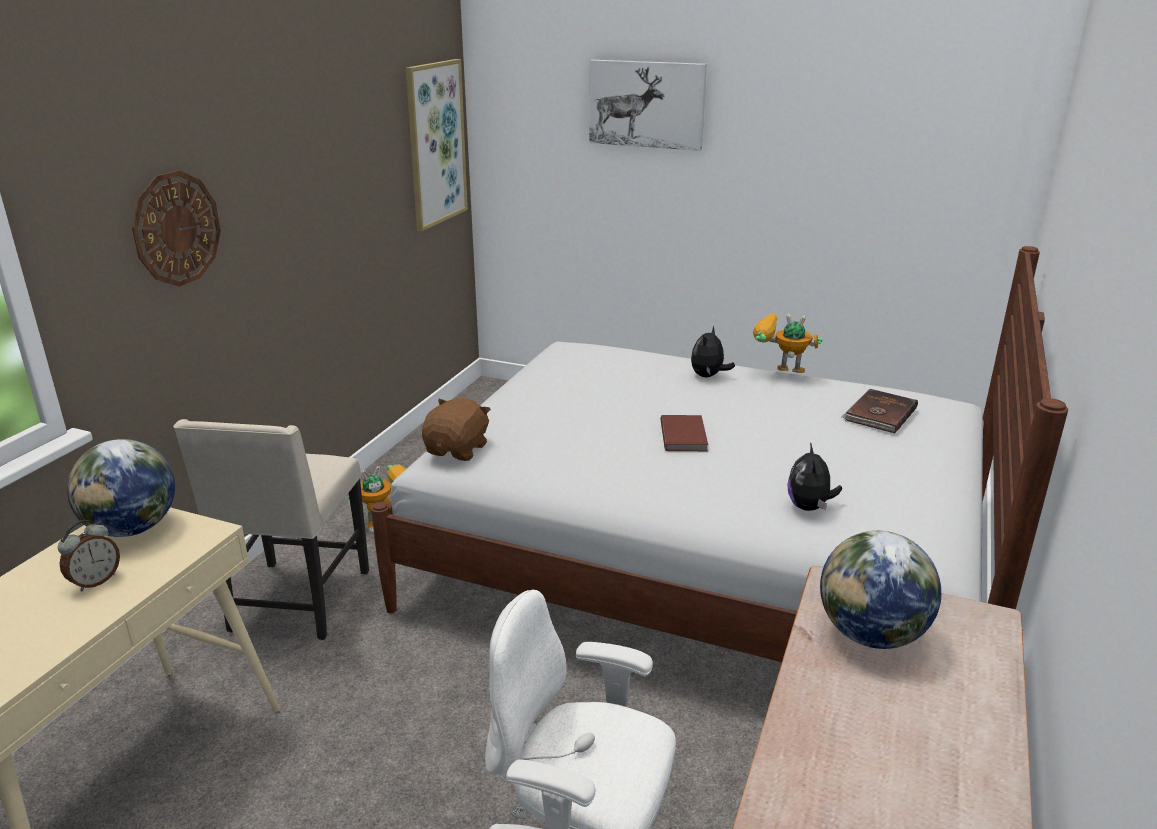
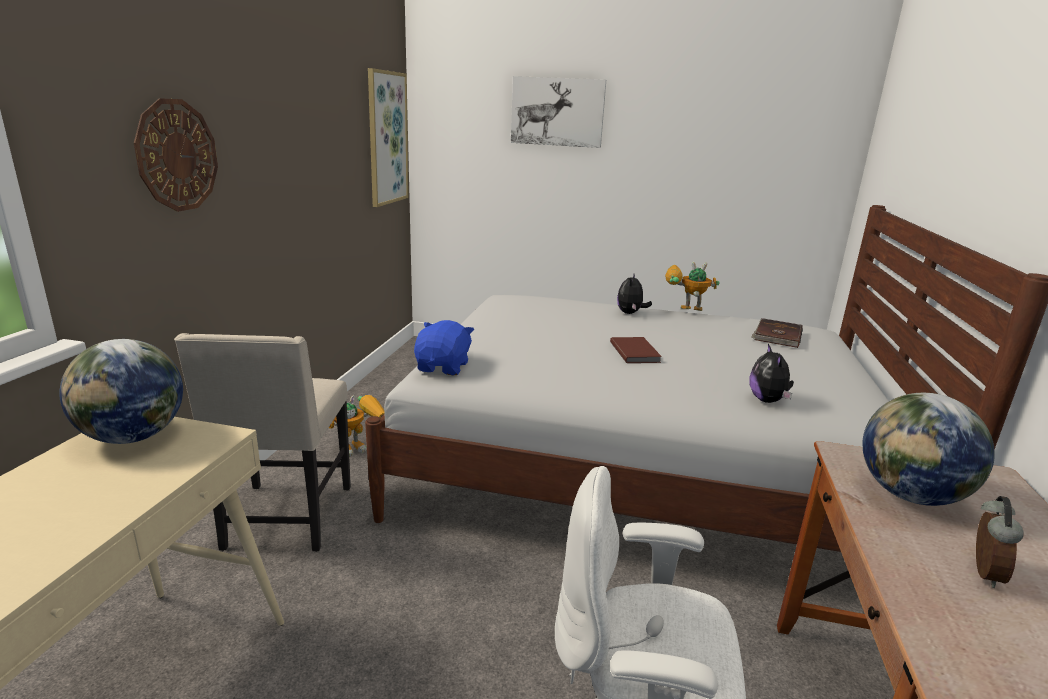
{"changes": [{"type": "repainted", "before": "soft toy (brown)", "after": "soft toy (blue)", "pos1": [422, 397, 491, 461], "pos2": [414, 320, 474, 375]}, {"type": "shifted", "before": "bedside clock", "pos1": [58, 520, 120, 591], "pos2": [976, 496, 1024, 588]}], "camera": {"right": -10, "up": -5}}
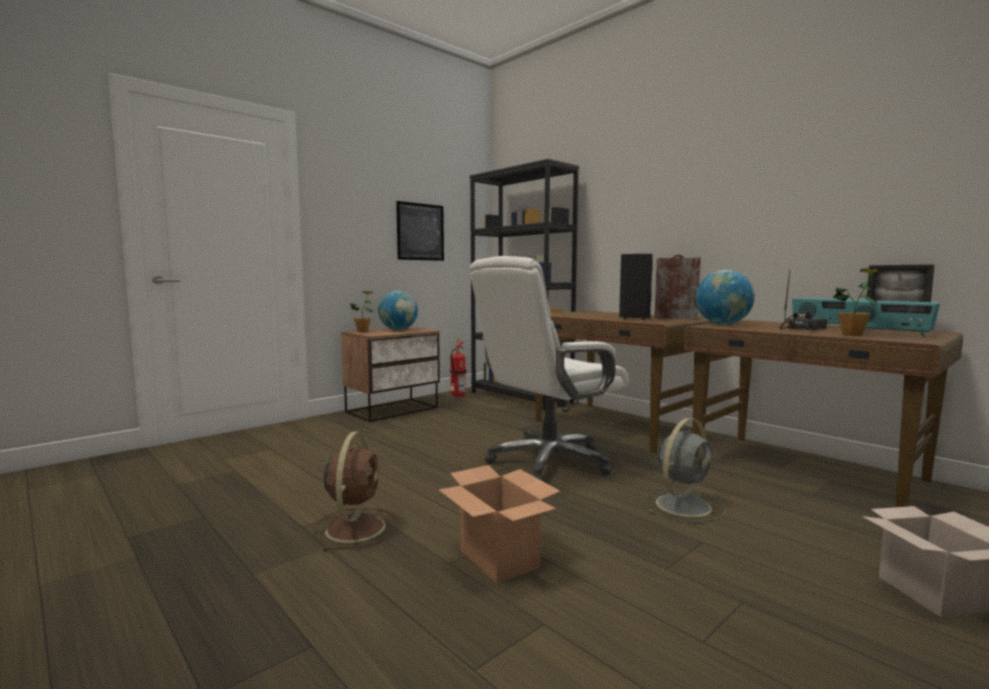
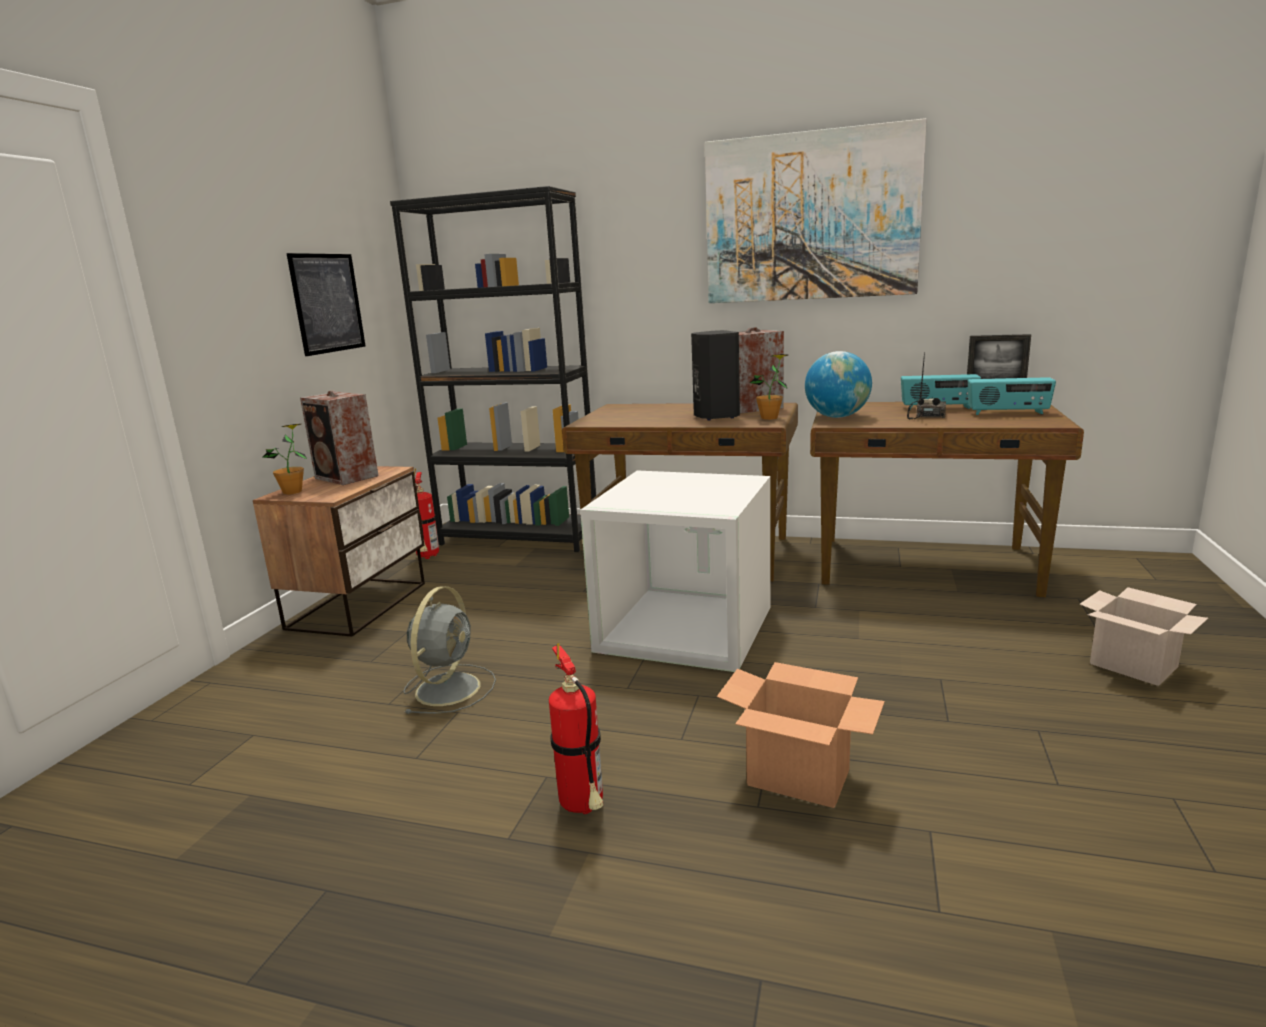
{"changes": [{"type": "swapped", "before": "computer chair (white)", "after": "storage bin (white)", "pos1": [470, 256, 628, 481], "pos2": [580, 471, 771, 672]}, {"type": "shifted", "before": "houseplant", "pos1": [833, 268, 882, 336], "pos2": [750, 354, 788, 420]}, {"type": "swapped", "before": "world globe", "after": "loudspeaker", "pos1": [378, 291, 418, 330], "pos2": [300, 391, 379, 485]}, {"type": "shifted", "before": "cooling fan (greyish)", "pos1": [647, 418, 726, 523], "pos2": [403, 587, 496, 714]}, {"type": "swapped", "before": "cooling fan (brown)", "after": "fire-fighting cylinder", "pos1": [314, 432, 398, 551], "pos2": [549, 643, 604, 814]}, {"type": "new", "after": "picture", "pos2": [705, 118, 927, 303]}], "camera": {"right": -30, "up": 10}}
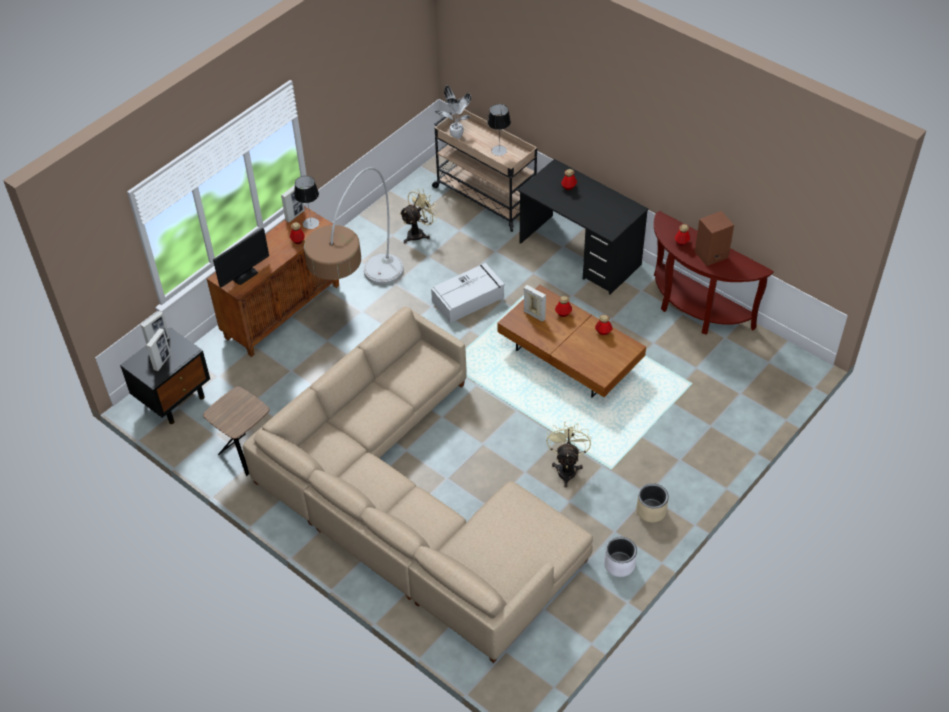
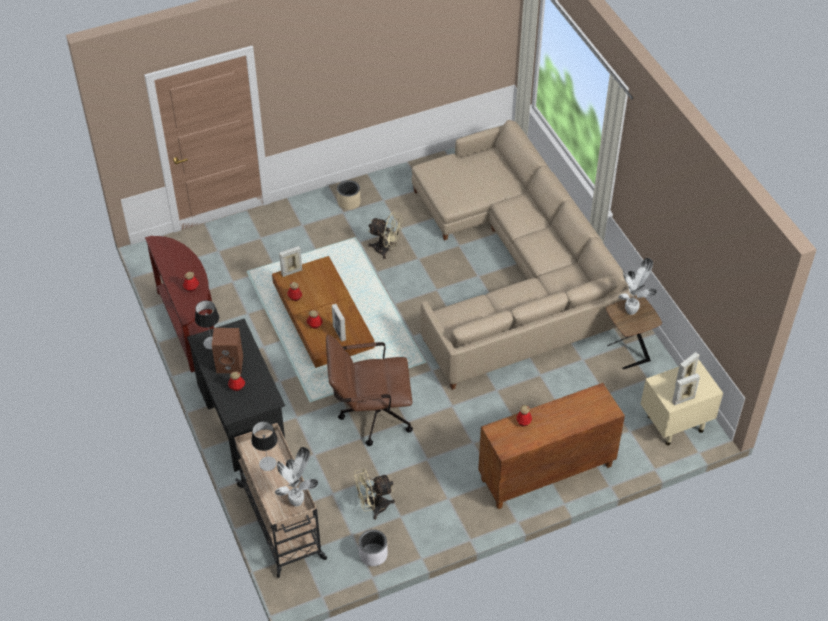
{"changes": [{"type": "gone", "before": "standard lamp", "pos1": [304, 167, 404, 285]}, {"type": "shifted", "before": "tabletop lamp", "pos1": [294, 176, 319, 229], "pos2": [195, 300, 219, 349]}, {"type": "shifted", "before": "standing frame", "pos1": [281, 185, 305, 223], "pos2": [279, 246, 302, 277]}, {"type": "shifted", "before": "loudspeaker (brown)", "pos1": [695, 211, 734, 266], "pos2": [212, 328, 243, 373]}, {"type": "gone", "before": "monitor", "pos1": [213, 228, 269, 287]}, {"type": "swapped", "before": "storage bin (greyish)", "after": "computer chair (brown)", "pos1": [431, 263, 505, 323], "pos2": [326, 335, 413, 446]}, {"type": "repainted", "before": "nightstand (black)", "after": "nightstand (beige)", "pos1": [120, 327, 210, 424], "pos2": [641, 360, 723, 445]}, {"type": "rotated", "before": "cooling fan (beige)", "pos1": [546, 422, 591, 487], "pos2": [368, 212, 403, 259], "turn": -105}, {"type": "shifted", "before": "planter (white)", "pos1": [604, 537, 637, 577], "pos2": [359, 529, 388, 566]}, {"type": "new", "after": "houseplant", "pos2": [618, 258, 657, 315]}], "camera": {"right": -155, "up": 0}}
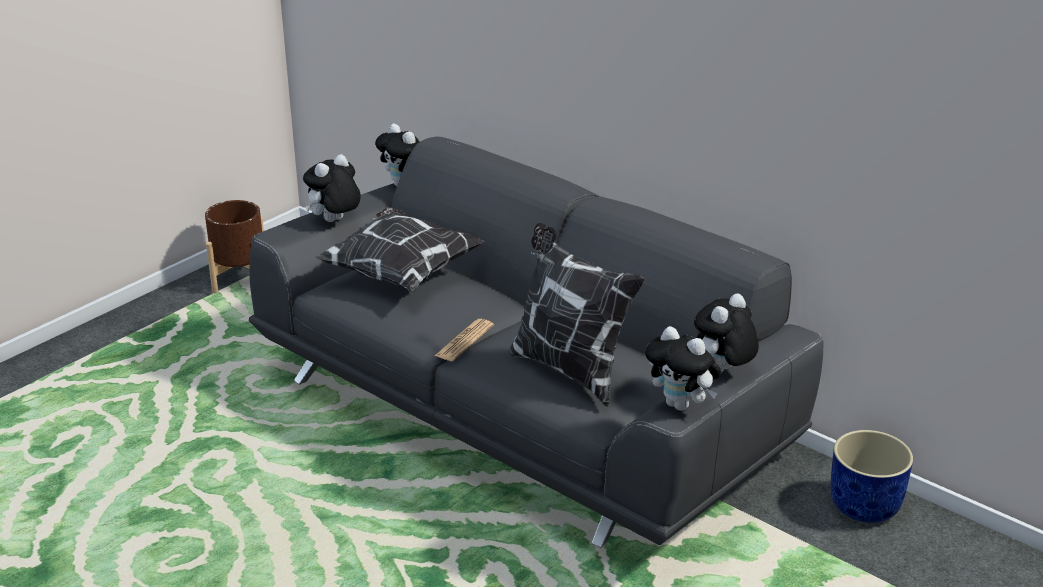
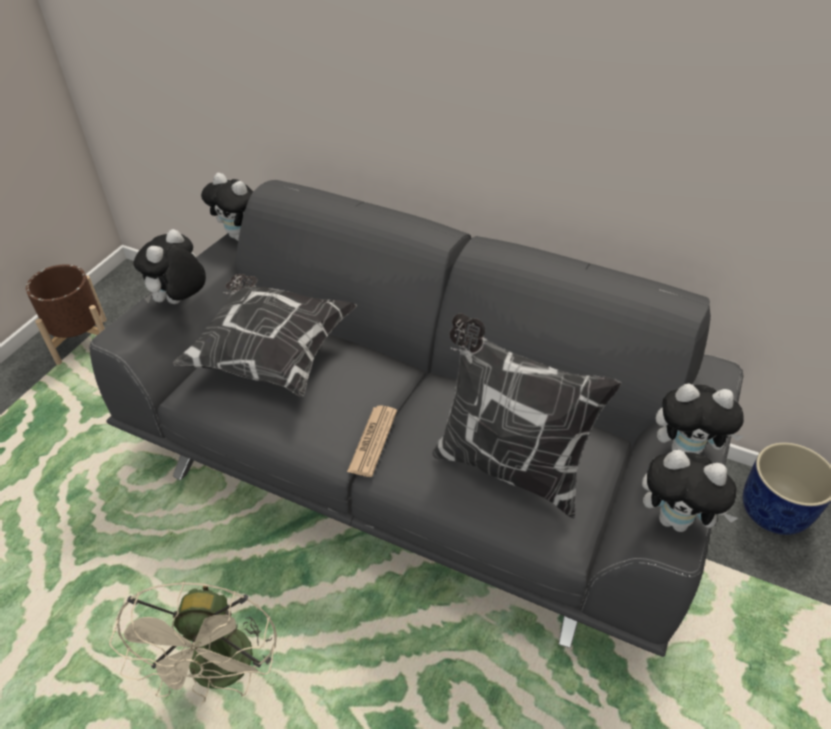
{"changes": [{"type": "rotated", "before": "soft toy", "pos1": [694, 293, 759, 372], "pos2": [656, 383, 744, 454], "turn": -105}, {"type": "new", "after": "cooling fan (beige)", "pos2": [109, 581, 277, 704]}], "camera": {"right": -15, "up": 15}}
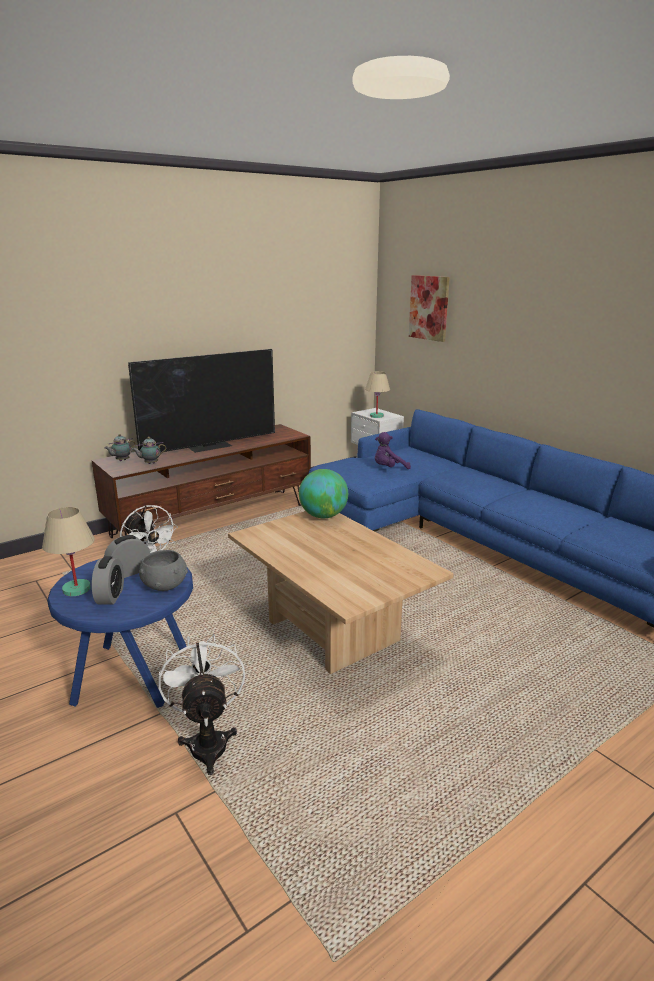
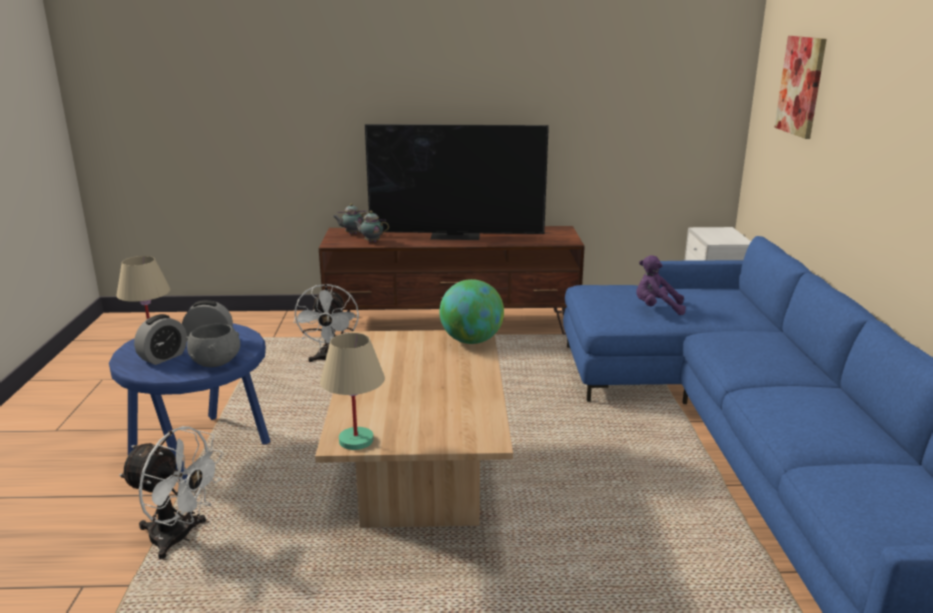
{"changes": [{"type": "shifted", "before": "tabletop lamp (beige)", "pos1": [365, 371, 390, 418], "pos2": [320, 333, 385, 450]}, {"type": "rotated", "before": "cooling fan (white)", "pos1": [158, 634, 245, 775], "pos2": [119, 426, 224, 559], "turn": 90}], "camera": {"right": 35, "up": 0}}
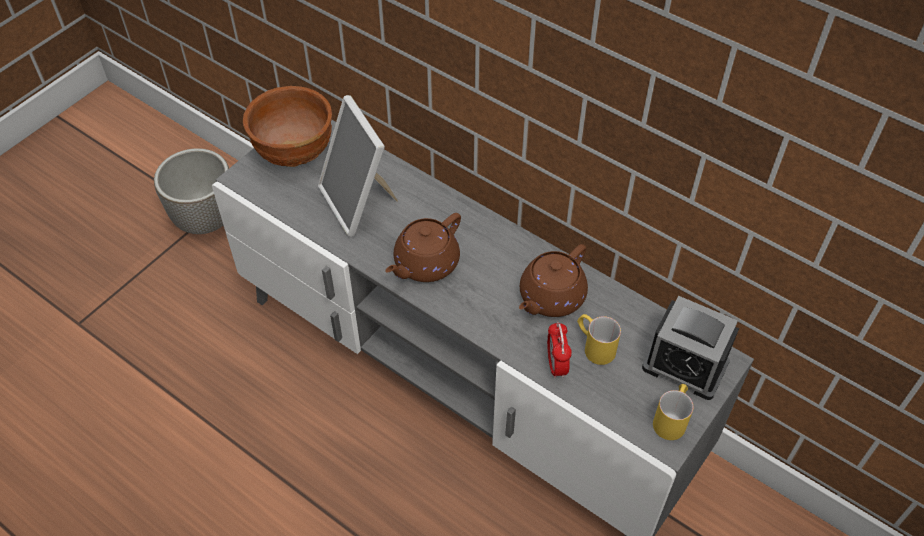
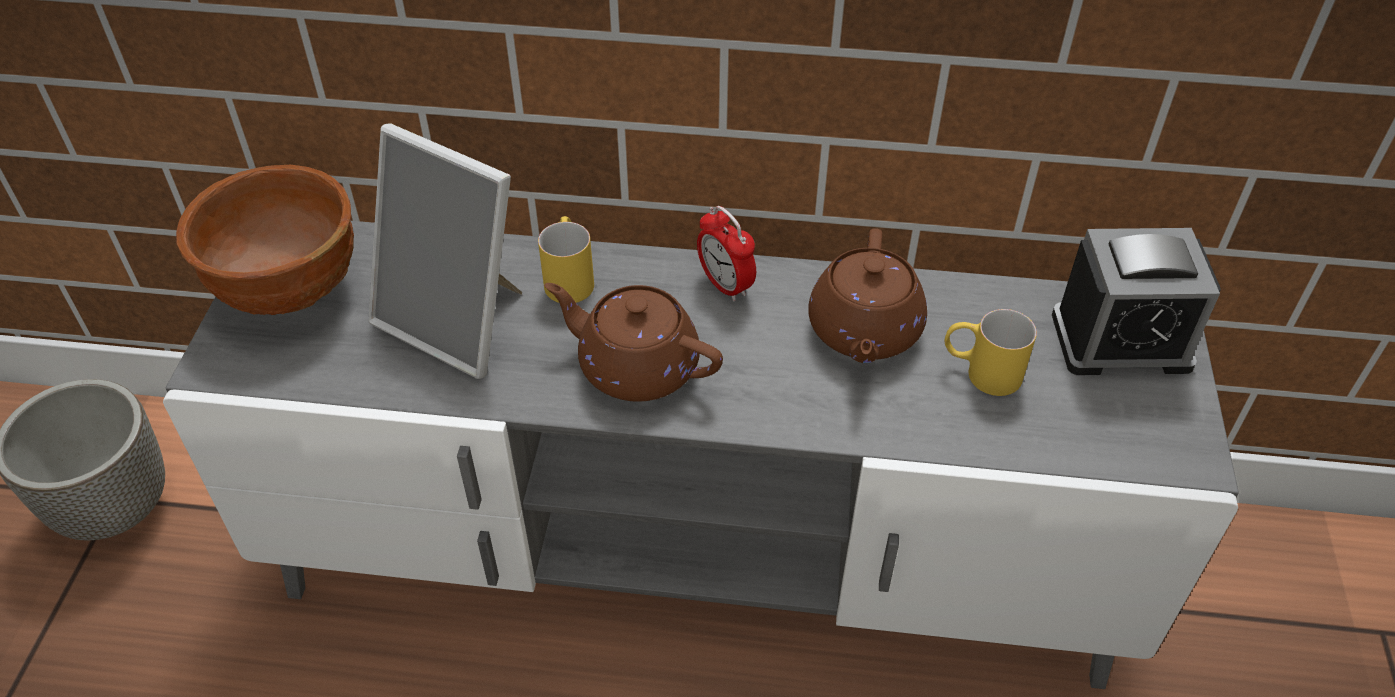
{"changes": [{"type": "rotated", "before": "tea pot (brown)", "pos1": [385, 213, 461, 282], "pos2": [544, 283, 723, 402], "turn": 105}, {"type": "shifted", "before": "bedside clock", "pos1": [547, 322, 572, 378], "pos2": [697, 206, 756, 302]}, {"type": "shifted", "before": "coffee mug (yellow-coloured)", "pos1": [653, 384, 694, 440], "pos2": [538, 216, 594, 303]}], "camera": {"right": -30, "up": -5}}
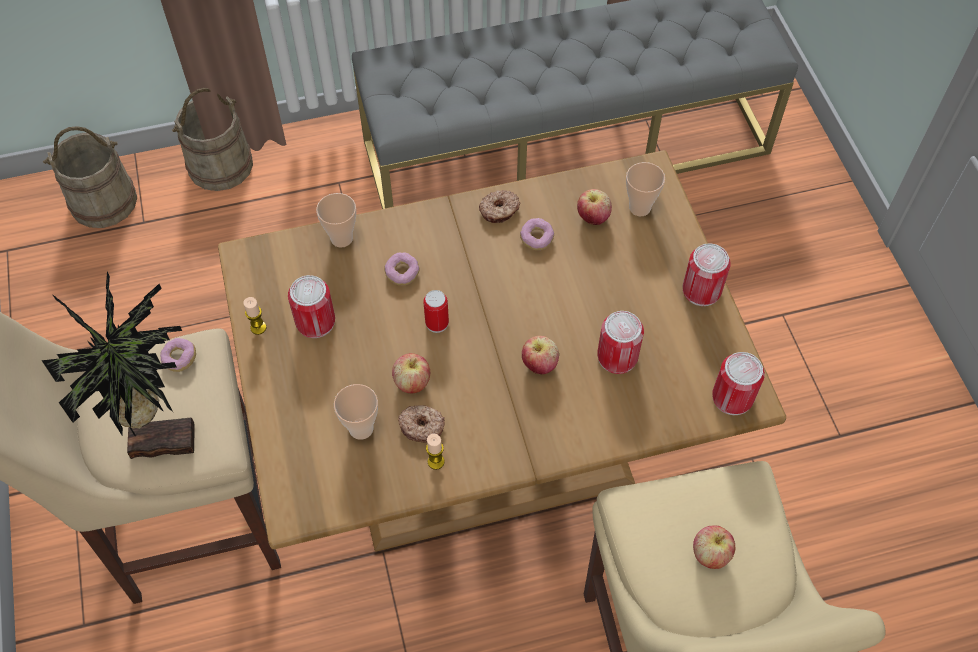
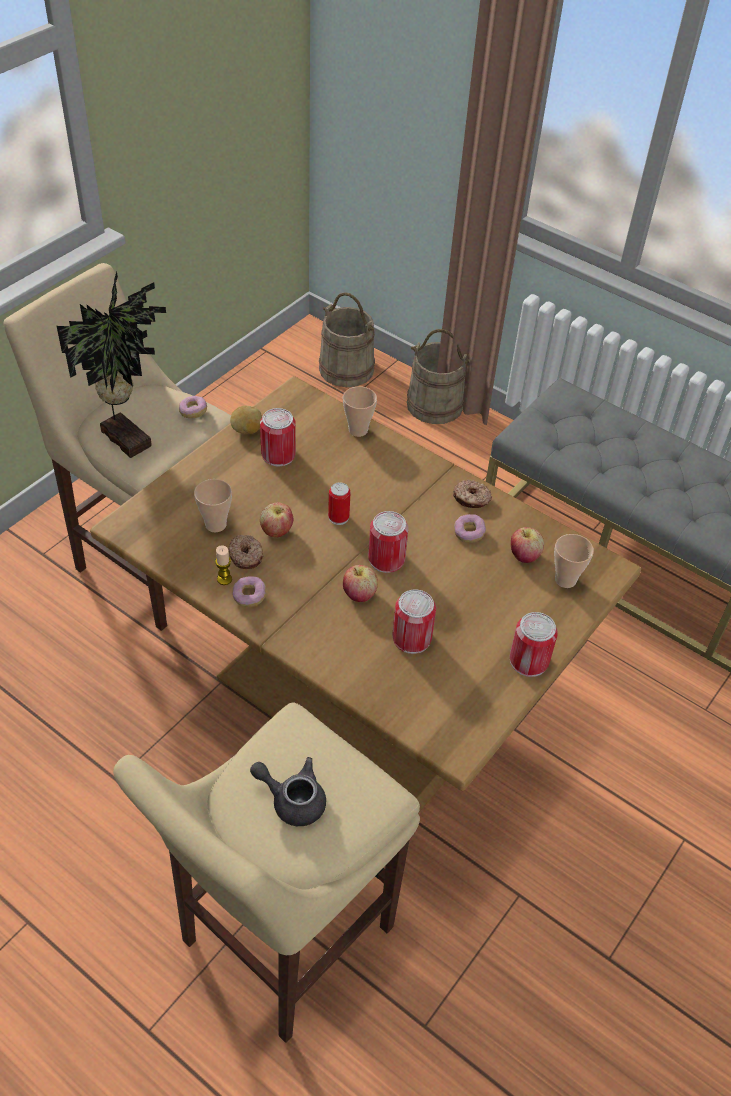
{"changes": [{"type": "shifted", "before": "donut", "pos1": [384, 252, 419, 285], "pos2": [232, 576, 266, 607]}, {"type": "swapped", "before": "candle", "after": "whole potato", "pos1": [243, 297, 267, 335], "pos2": [230, 406, 262, 434]}, {"type": "shifted", "before": "sealed can", "pos1": [712, 352, 765, 415], "pos2": [368, 511, 409, 573]}, {"type": "swapped", "before": "apple", "after": "tea pot (greyish)", "pos1": [693, 525, 735, 569], "pos2": [250, 757, 326, 826]}], "camera": {"right": 50, "up": -10}}
